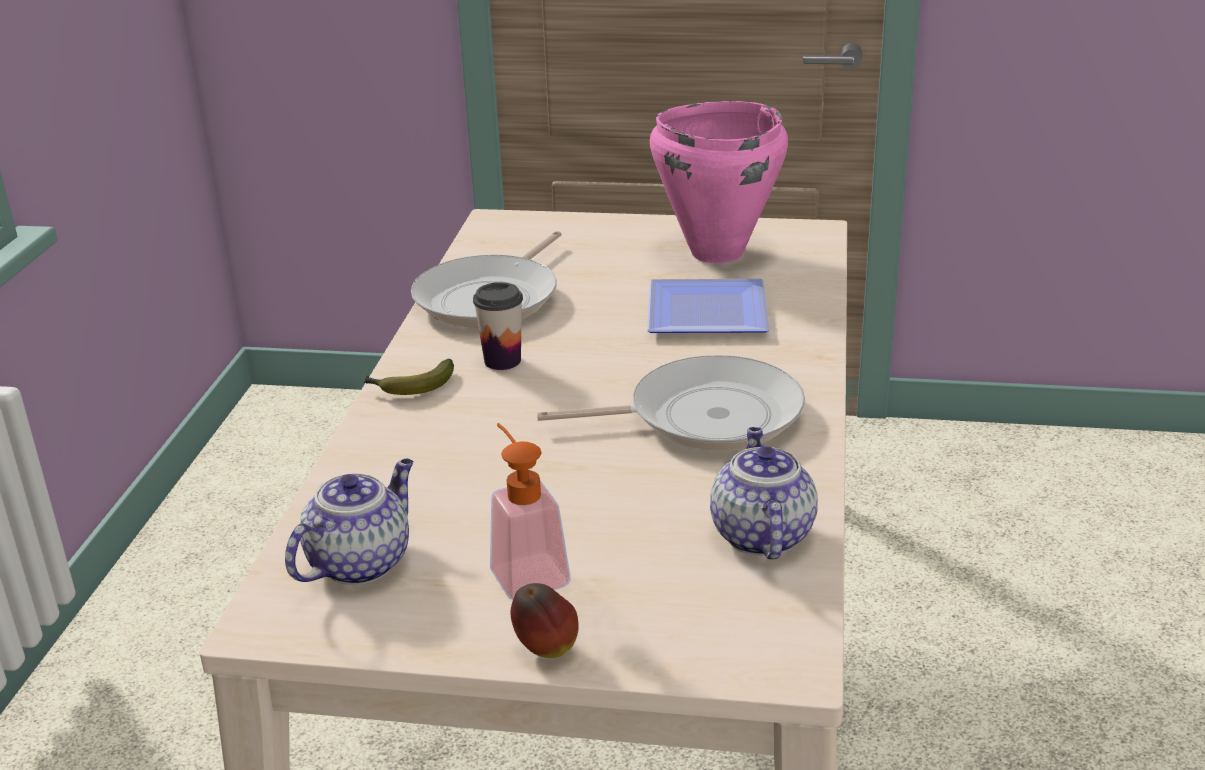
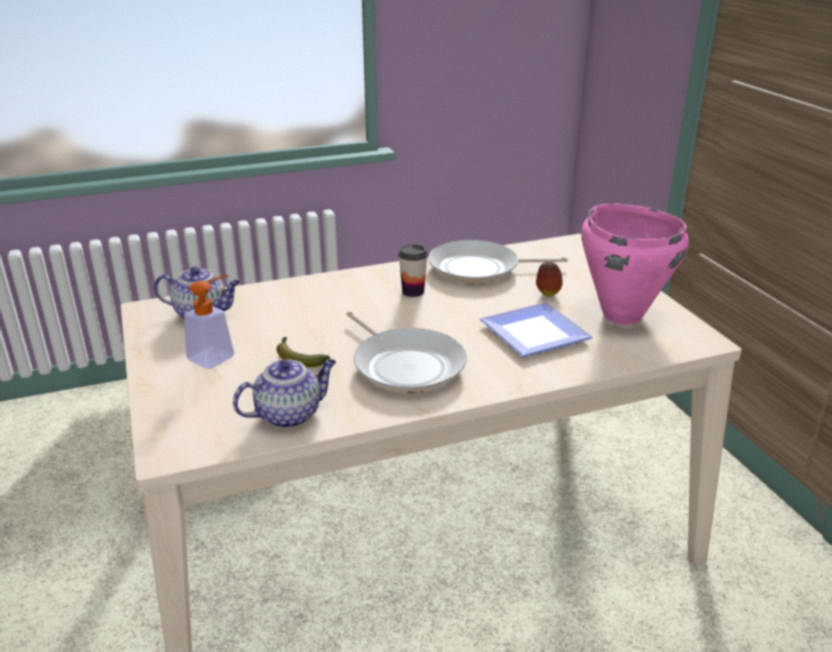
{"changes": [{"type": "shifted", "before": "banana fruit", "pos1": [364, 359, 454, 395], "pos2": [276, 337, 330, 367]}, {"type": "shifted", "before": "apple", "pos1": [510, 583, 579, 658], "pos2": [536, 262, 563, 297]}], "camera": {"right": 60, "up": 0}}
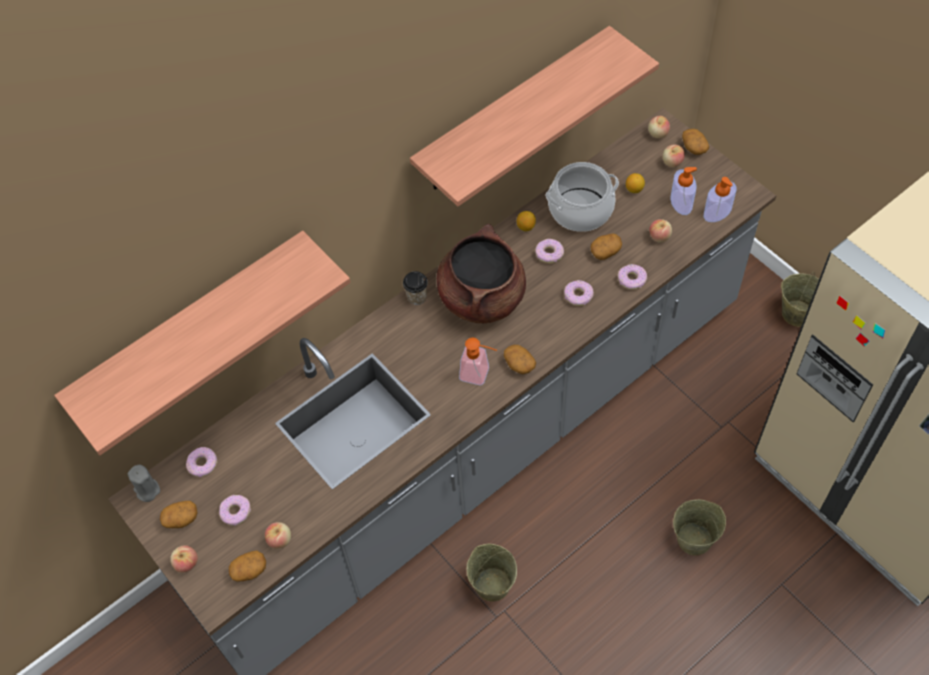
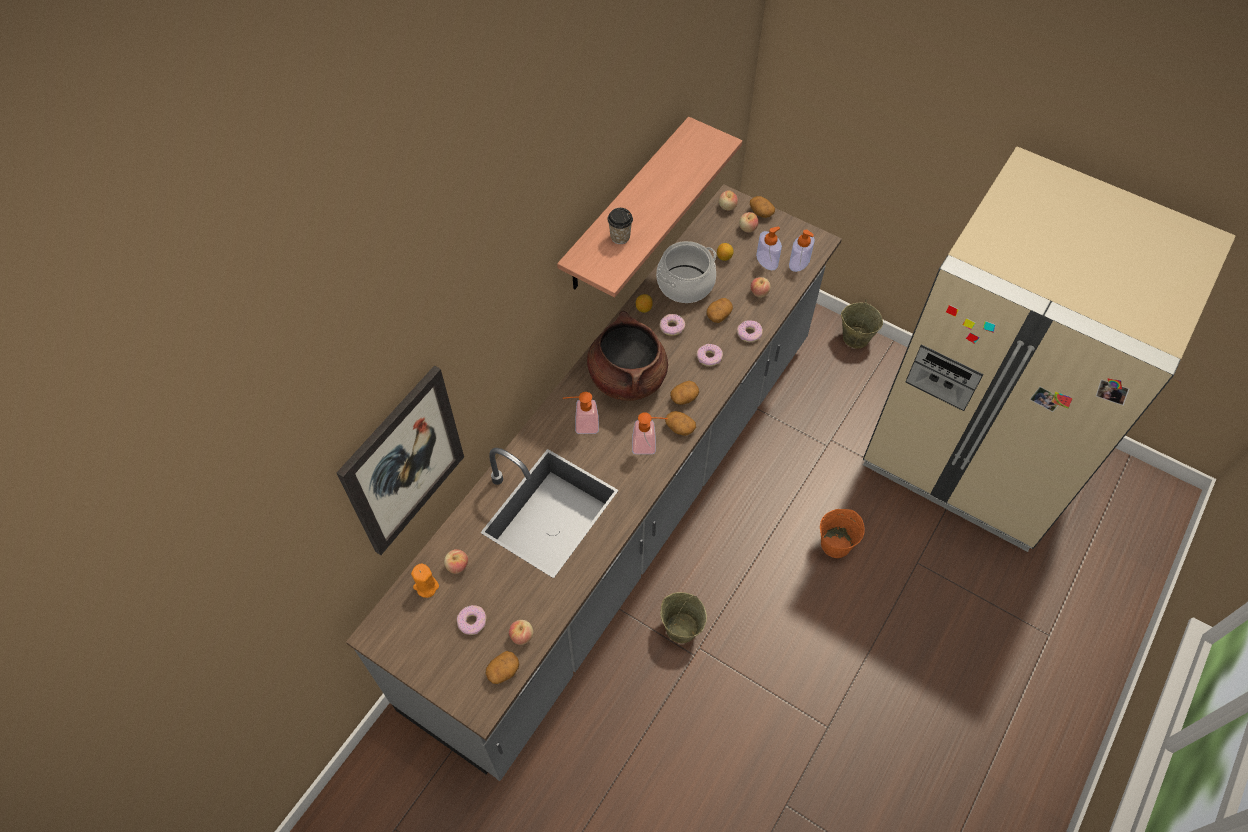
{"changes": [{"type": "swapped", "before": "wall shelf", "after": "picture", "pos1": [54, 231, 351, 455], "pos2": [337, 365, 464, 555]}, {"type": "shifted", "before": "drinking cup", "pos1": [403, 271, 428, 305], "pos2": [608, 208, 633, 244]}, {"type": "swapped", "before": "donut", "after": "candle (orangey)", "pos1": [186, 447, 218, 477], "pos2": [411, 563, 439, 598]}, {"type": "gone", "before": "candle (greyish)", "pos1": [127, 465, 160, 502]}, {"type": "repainted", "before": "water bucket (beige)", "after": "water bucket (orangey)", "pos1": [673, 499, 726, 556], "pos2": [820, 509, 865, 558]}, {"type": "shifted", "before": "whole potato", "pos1": [160, 501, 198, 528], "pos2": [670, 381, 699, 405]}, {"type": "shifted", "before": "apple", "pos1": [170, 545, 198, 573], "pos2": [444, 549, 468, 574]}, {"type": "new", "after": "liquid soap bottle", "pos2": [563, 392, 599, 434]}], "camera": {"right": -20, "up": 0}}
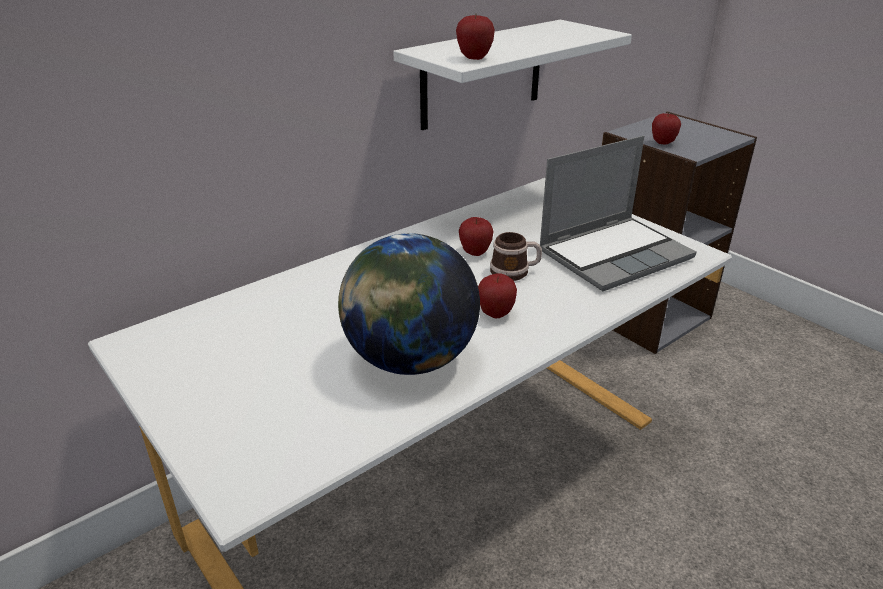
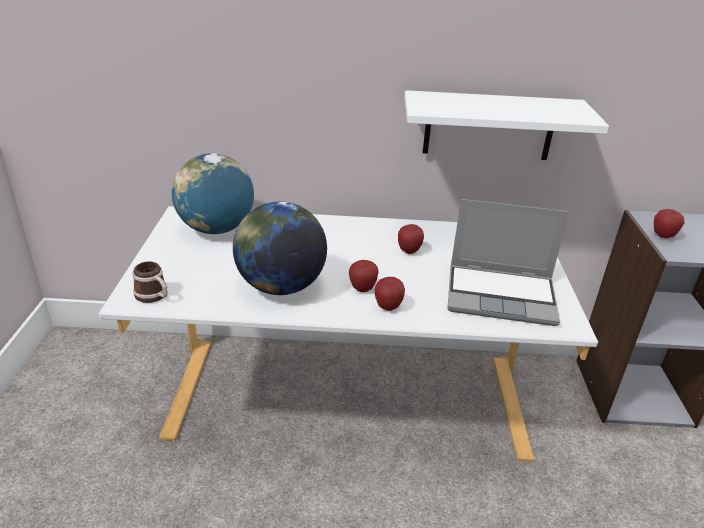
{"changes": [{"type": "shifted", "before": "apple", "pos1": [456, 15, 495, 60], "pos2": [375, 277, 405, 311]}, {"type": "shifted", "before": "coffee mug", "pos1": [490, 232, 542, 281], "pos2": [132, 261, 168, 303]}, {"type": "new", "after": "world globe", "pos2": [172, 153, 254, 234]}], "camera": {"right": 40, "up": 0}}
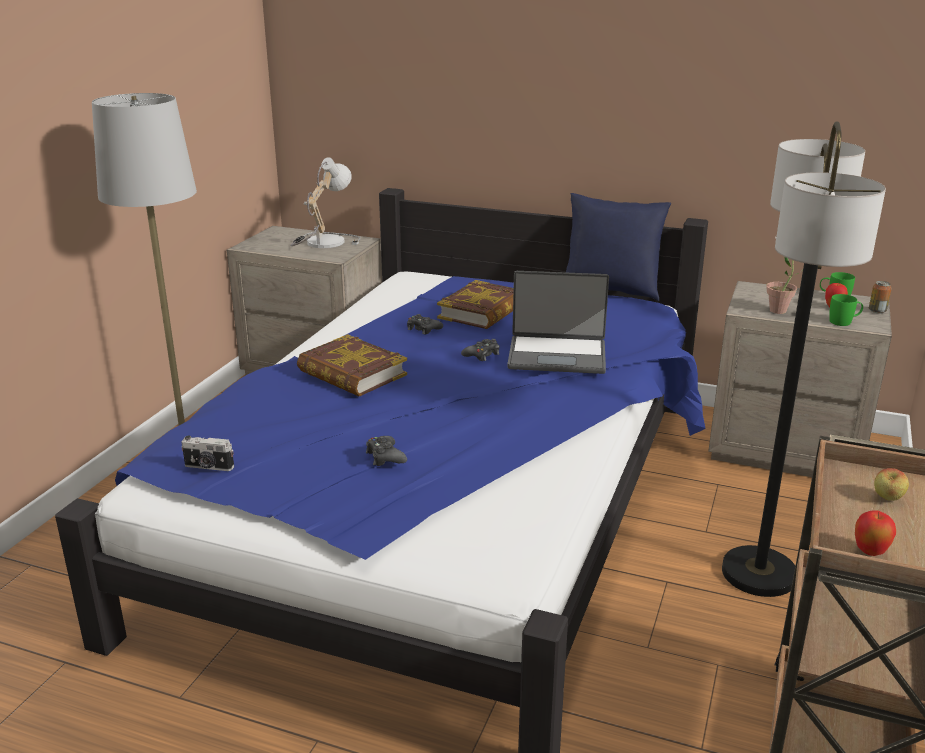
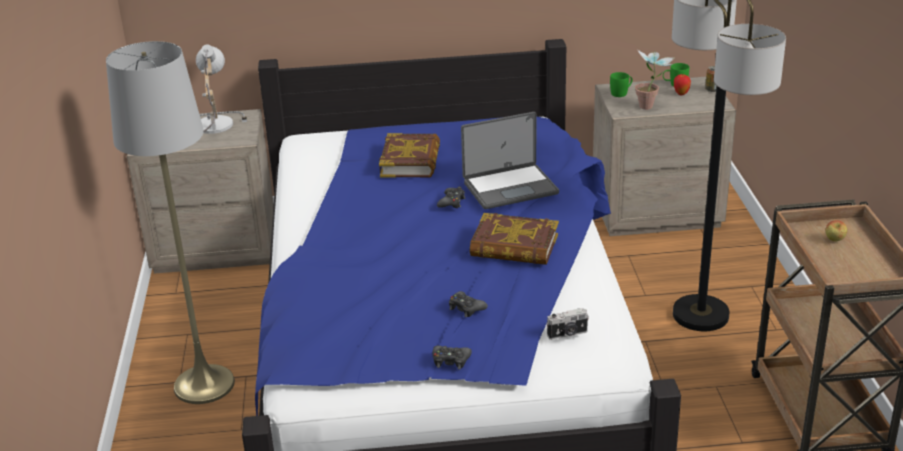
{"changes": [{"type": "gone", "before": "throw pillow (blue)", "pos1": [566, 193, 671, 301]}, {"type": "shifted", "before": "coffee mug (greenish)", "pos1": [829, 294, 863, 326], "pos2": [610, 72, 632, 97]}, {"type": "shifted", "before": "joypad (black)", "pos1": [407, 314, 443, 335], "pos2": [432, 345, 472, 369]}, {"type": "shifted", "before": "book", "pos1": [297, 334, 407, 397], "pos2": [470, 213, 559, 265]}, {"type": "shifted", "before": "still camera", "pos1": [181, 435, 234, 471], "pos2": [546, 308, 589, 340]}, {"type": "gone", "before": "apple", "pos1": [855, 510, 896, 556]}], "camera": {"right": -25, "up": 5}}
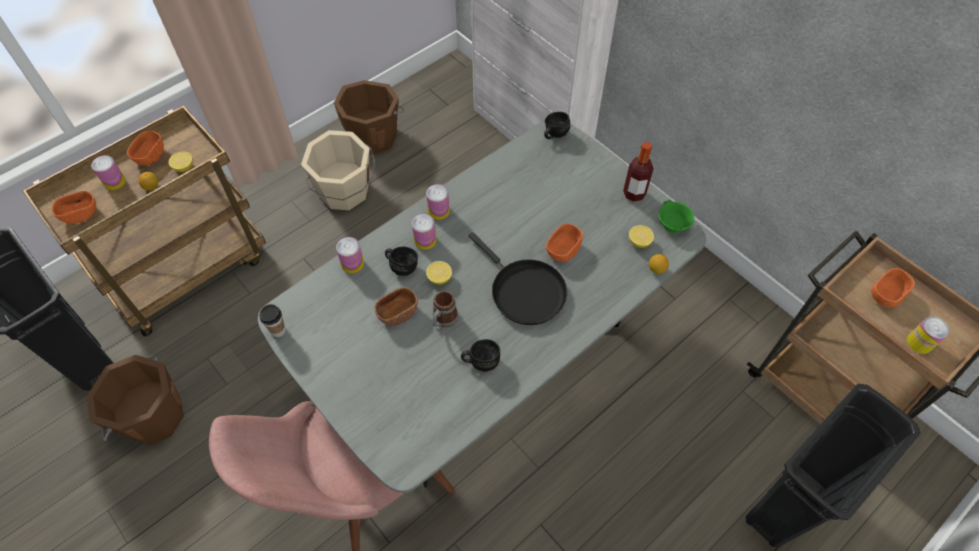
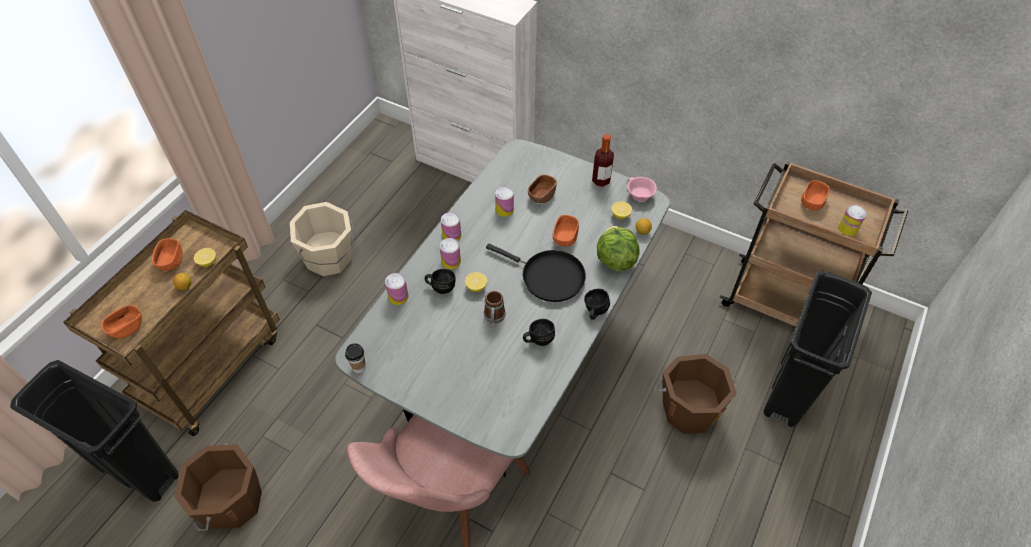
{"changes": [{"type": "shifted", "before": "water bucket (brown)", "pos1": [334, 80, 405, 155], "pos2": [655, 354, 737, 434]}, {"type": "shifted", "before": "coffee mug (black)", "pos1": [544, 112, 570, 139], "pos2": [584, 289, 610, 320]}, {"type": "shifted", "before": "sealed can", "pos1": [91, 155, 126, 190], "pos2": [495, 186, 514, 217]}, {"type": "repainted", "before": "drinking cup (greenish)", "after": "drinking cup (pink-coloured)", "pos1": [658, 200, 694, 233], "pos2": [627, 177, 657, 202]}, {"type": "shifted", "before": "serving bowl (brown)", "pos1": [375, 287, 418, 326], "pos2": [528, 174, 557, 203]}, {"type": "new", "after": "lettuce head", "pos2": [597, 226, 639, 271]}], "camera": {"right": -20, "up": -5}}
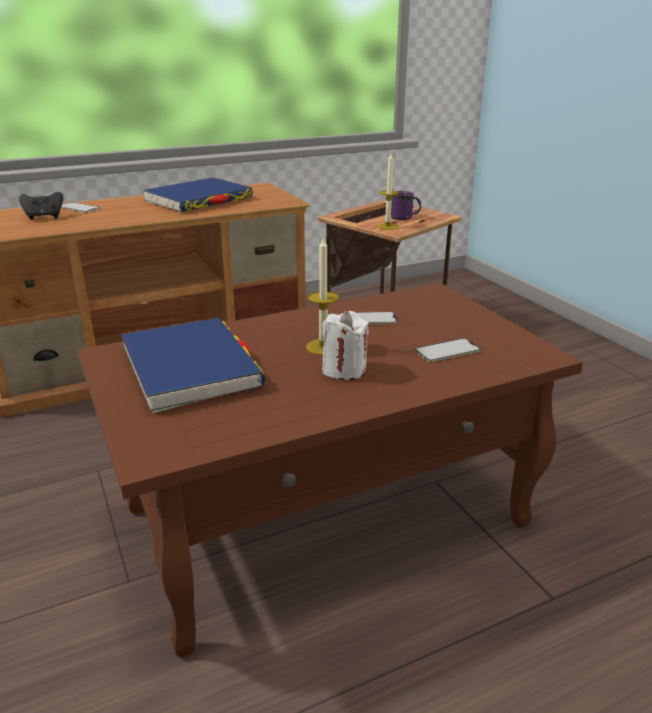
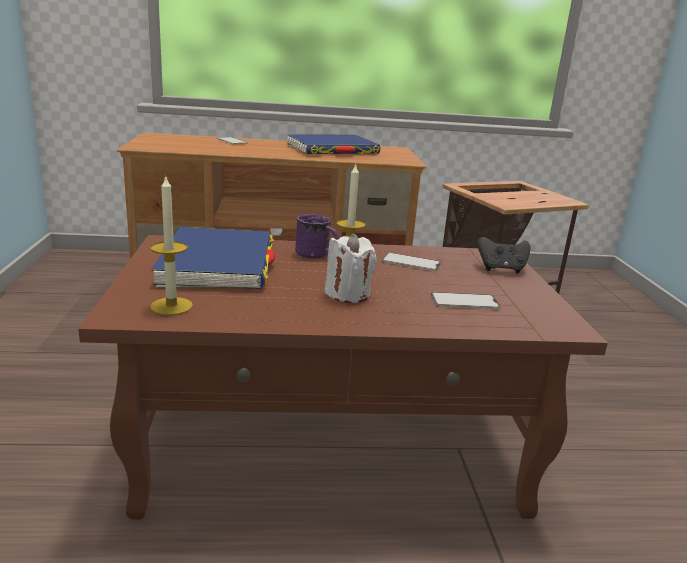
{"changes": [{"type": "shifted", "before": "candle", "pos1": [377, 154, 399, 230], "pos2": [150, 174, 193, 315]}, {"type": "shifted", "before": "coffee mug (purple-coloured)", "pos1": [391, 191, 421, 220], "pos2": [295, 214, 339, 258]}, {"type": "shifted", "before": "joypad (black)", "pos1": [19, 192, 63, 220], "pos2": [477, 237, 530, 273]}], "camera": {"right": 20, "up": -5}}
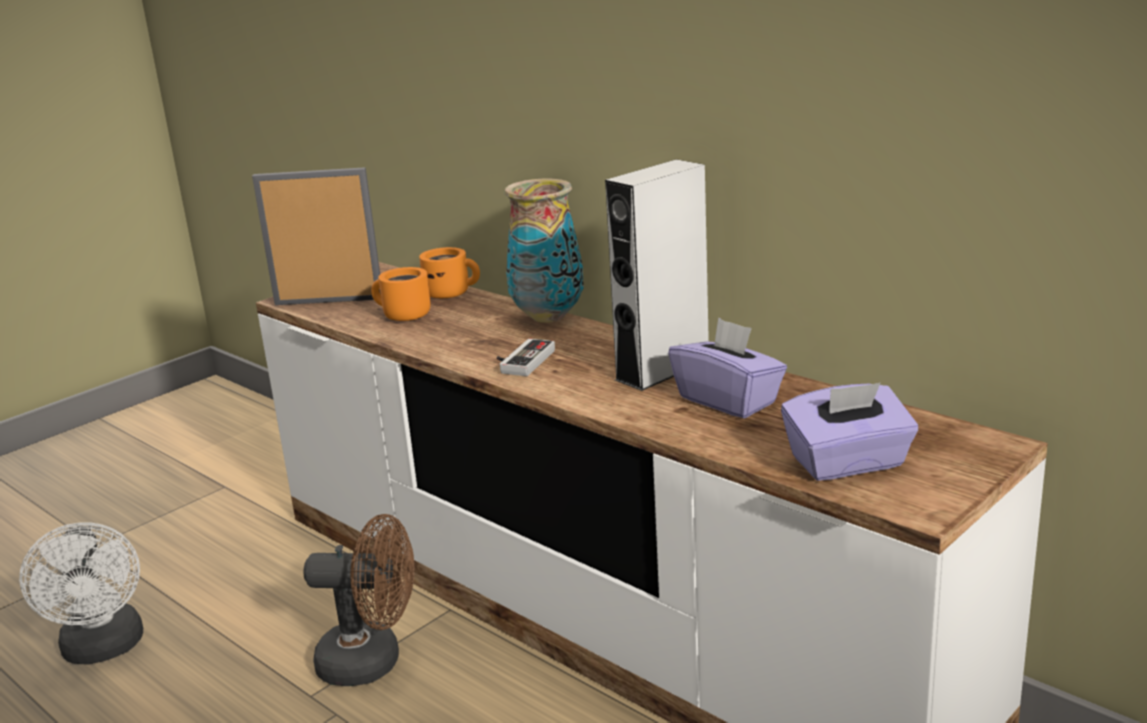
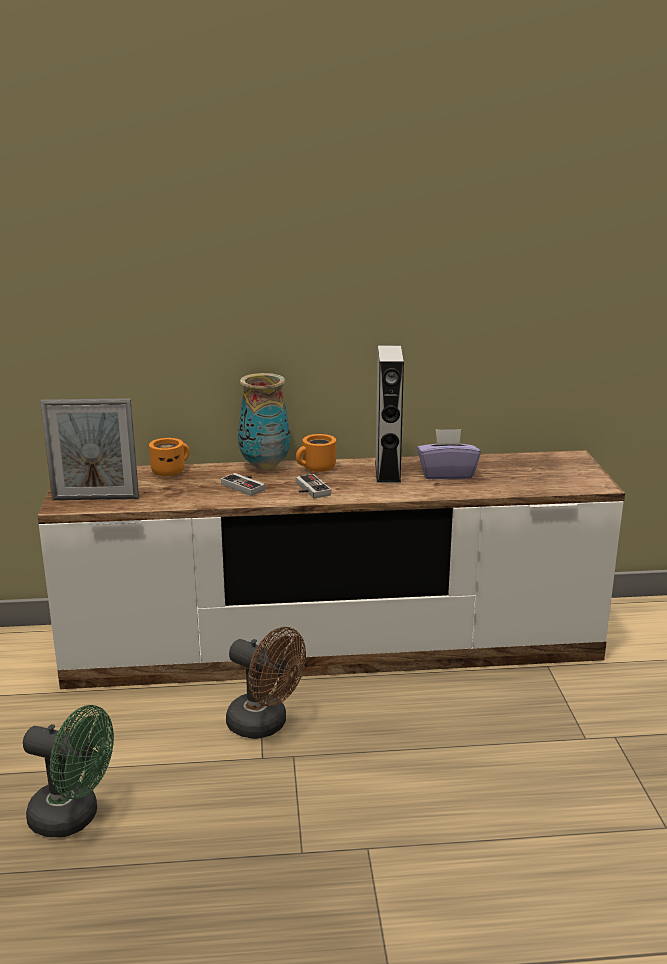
{"changes": [{"type": "rotated", "before": "standing frame", "pos1": [252, 167, 381, 305], "pos2": [40, 398, 139, 500], "turn": -135}, {"type": "shifted", "before": "coffee mug (orangey)", "pos1": [371, 267, 430, 321], "pos2": [296, 434, 336, 472]}, {"type": "gone", "before": "box of tissues (purple-coloured)", "pos1": [781, 383, 918, 481]}, {"type": "rotated", "before": "cooling fan (brown)", "pos1": [304, 514, 414, 686], "pos2": [226, 627, 306, 739], "turn": 75}, {"type": "repainted", "before": "cooling fan (white)", "after": "cooling fan (greenish)", "pos1": [19, 522, 143, 665], "pos2": [23, 705, 114, 837]}, {"type": "new", "after": "joypad", "pos2": [221, 473, 265, 496]}], "camera": {"right": -50, "up": 0}}
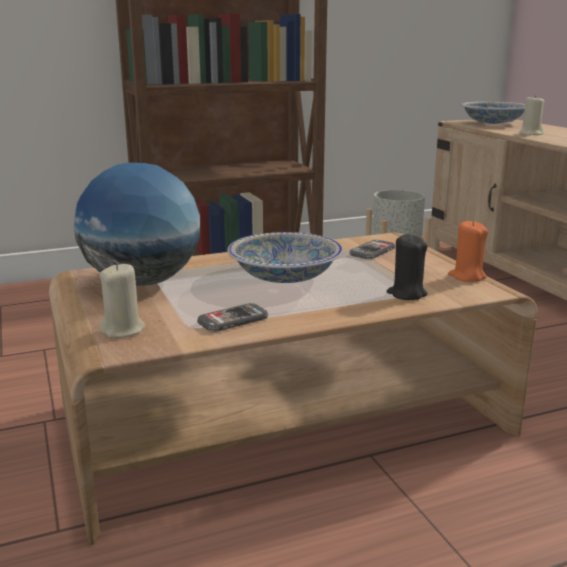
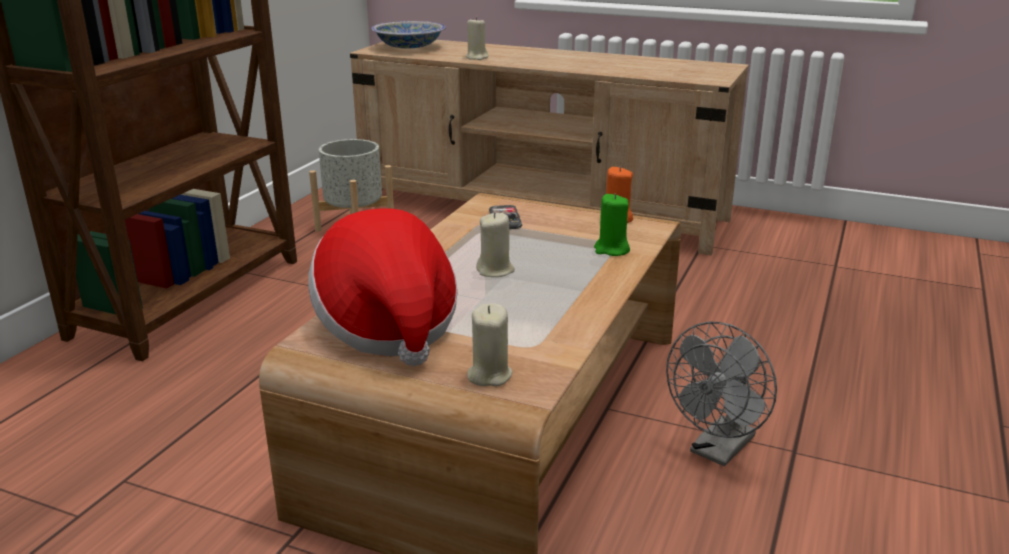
{"changes": [{"type": "swapped", "before": "world globe", "after": "clothing hat", "pos1": [74, 163, 200, 286], "pos2": [308, 208, 458, 366]}, {"type": "swapped", "before": "serving bowl", "after": "candle (beige)", "pos1": [227, 232, 343, 283], "pos2": [476, 212, 515, 277]}, {"type": "repainted", "before": "candle (black)", "after": "candle (greenish)", "pos1": [387, 234, 428, 300], "pos2": [594, 194, 630, 256]}, {"type": "gone", "before": "handset", "pos1": [197, 303, 268, 332]}, {"type": "new", "after": "cooling fan (greyish)", "pos2": [666, 321, 777, 466]}], "camera": {"right": -45, "up": 5}}
